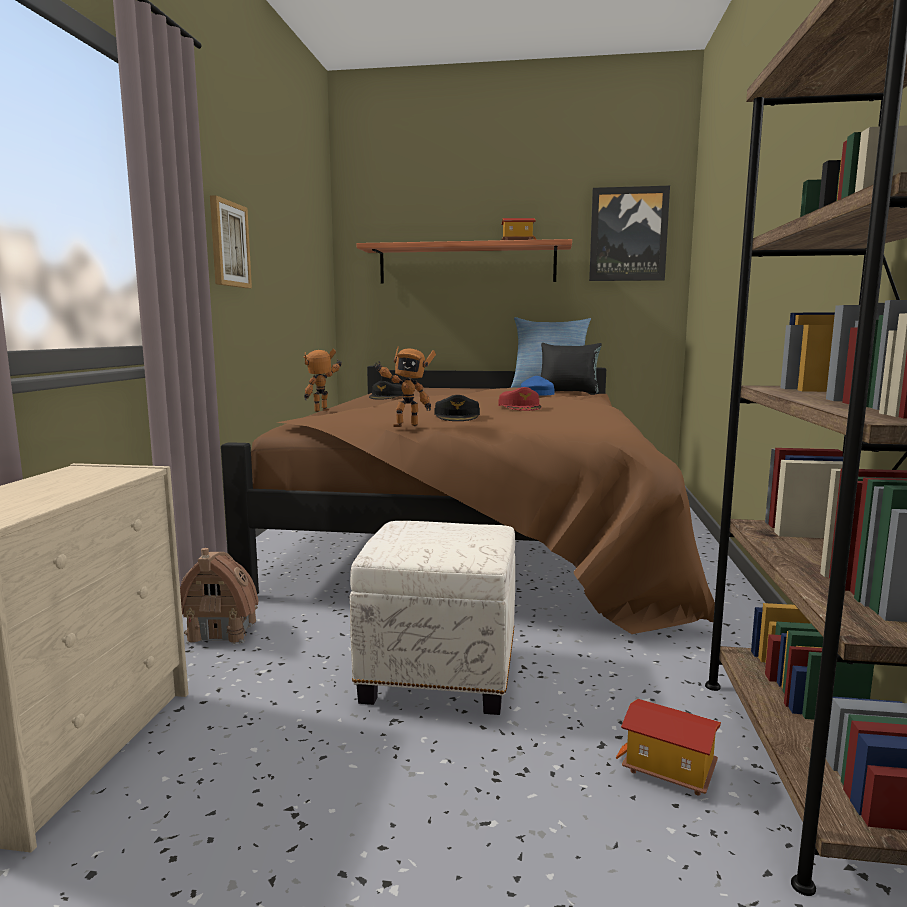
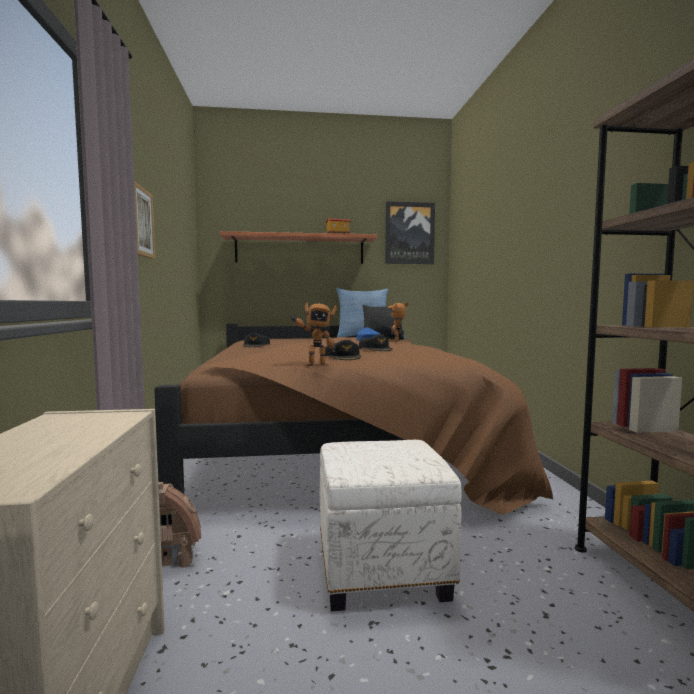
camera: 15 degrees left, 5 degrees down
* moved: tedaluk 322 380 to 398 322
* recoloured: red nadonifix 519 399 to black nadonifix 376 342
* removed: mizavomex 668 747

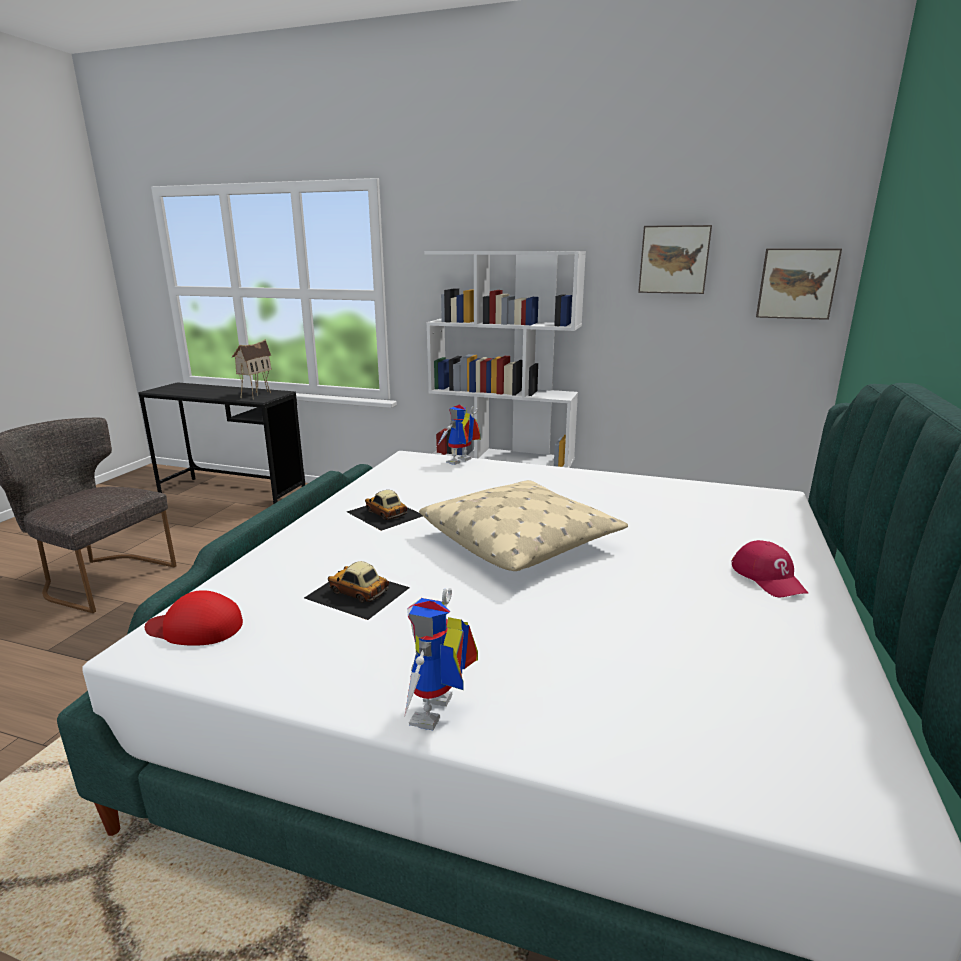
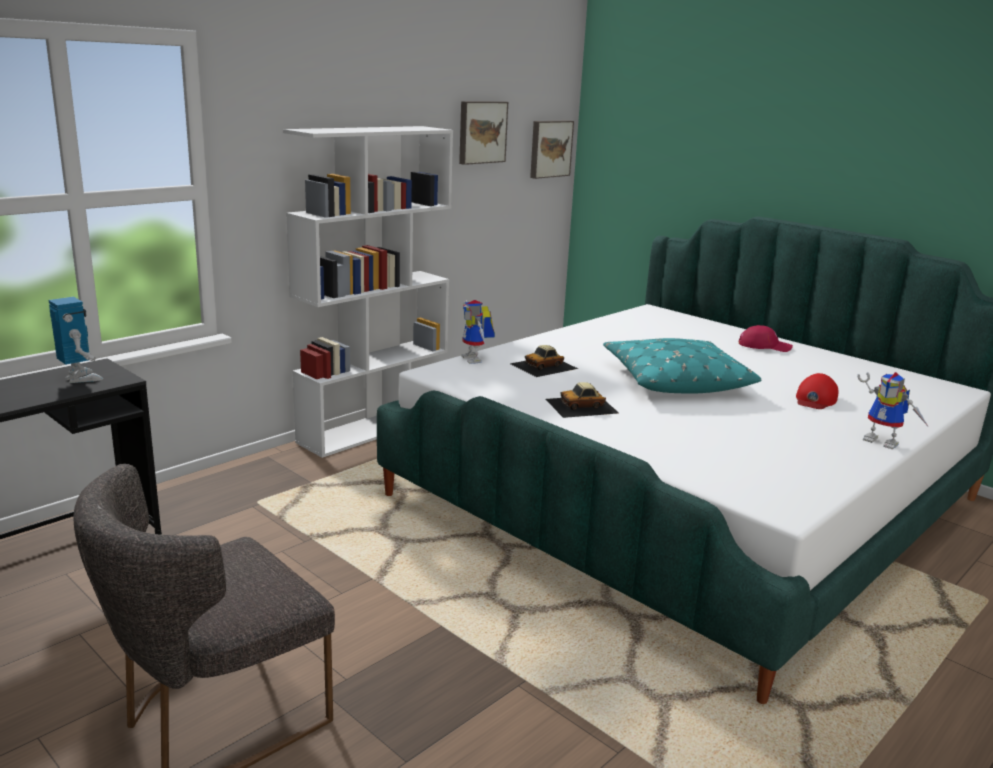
camera: 65 degrees left, 0 degrees up
* moved: red nadonifix 194 618 to 817 391
* replaced: mizavomex 252 368 to tedaluk 75 340
* moved: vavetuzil 357 590 to 544 361
* recoloured: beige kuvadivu 523 525 to turquoise kuvadivu 682 366

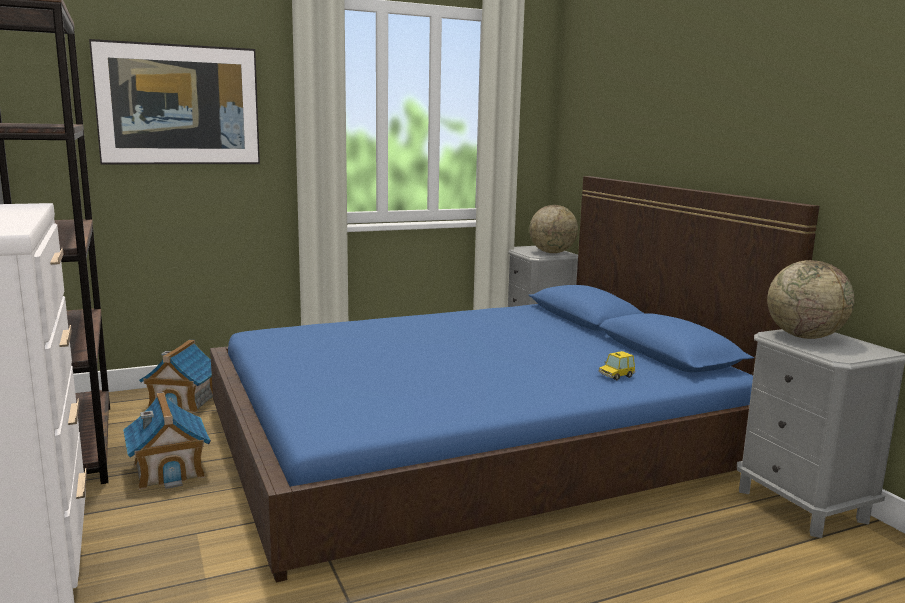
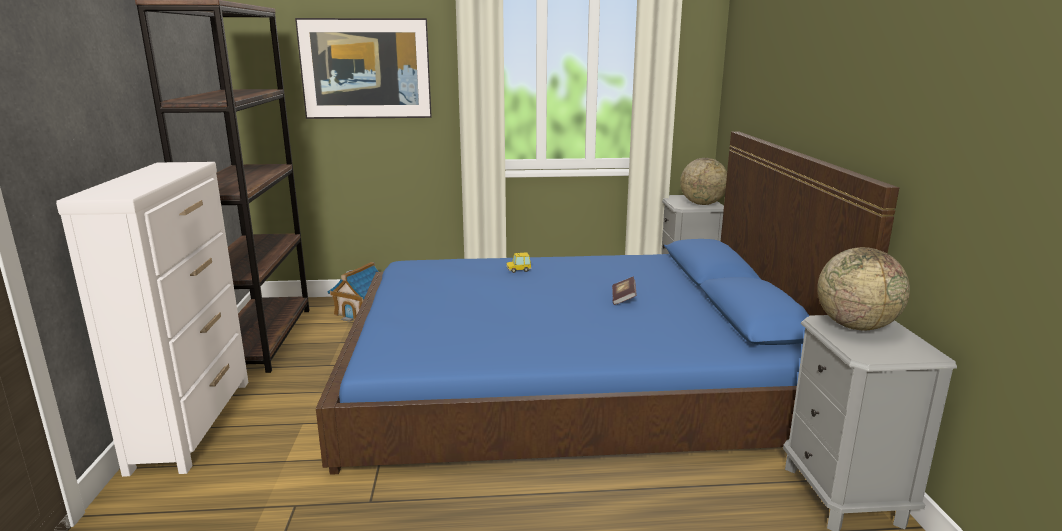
camera: 20 degrees right, 5 degrees up
* removed: mizavomex 167 441
* moved: vavetuzil 616 365 to 519 262
* added: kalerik 624 290

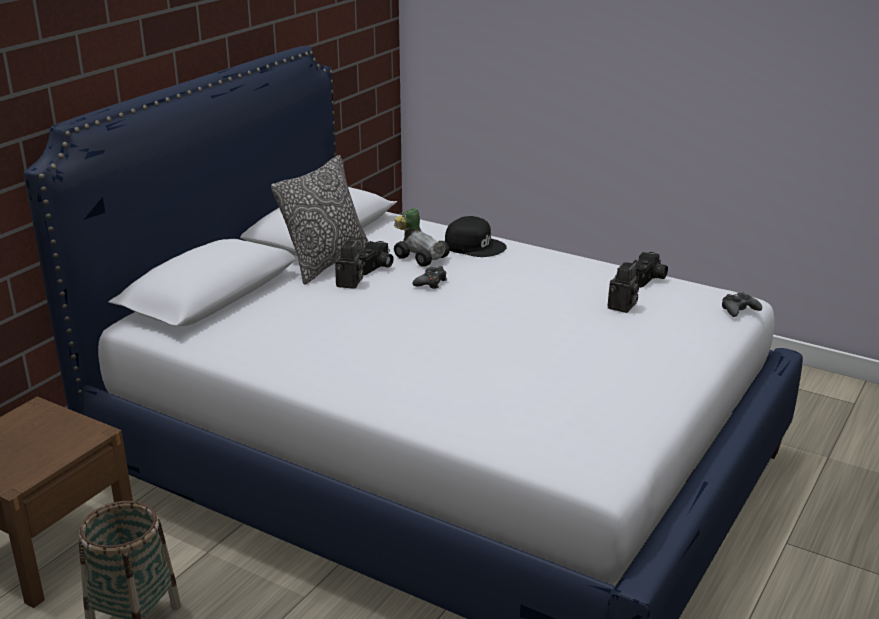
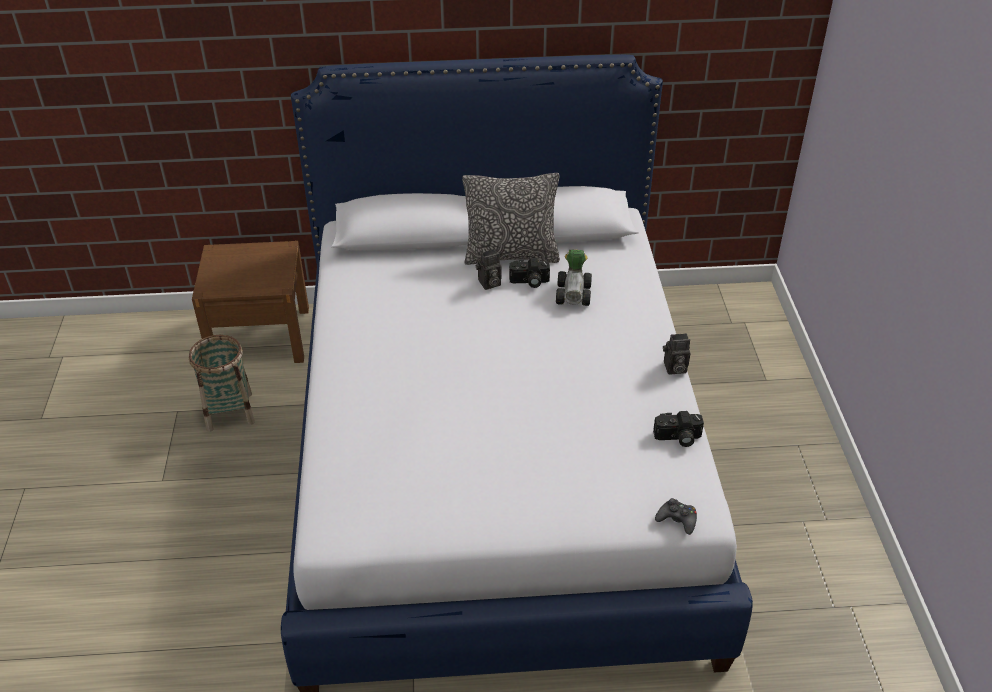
camera: 55 degrees right, 15 degrees up
* removed: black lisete 430 277
* removed: black nadonifix 476 236
* moved: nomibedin 623 287 to 676 354

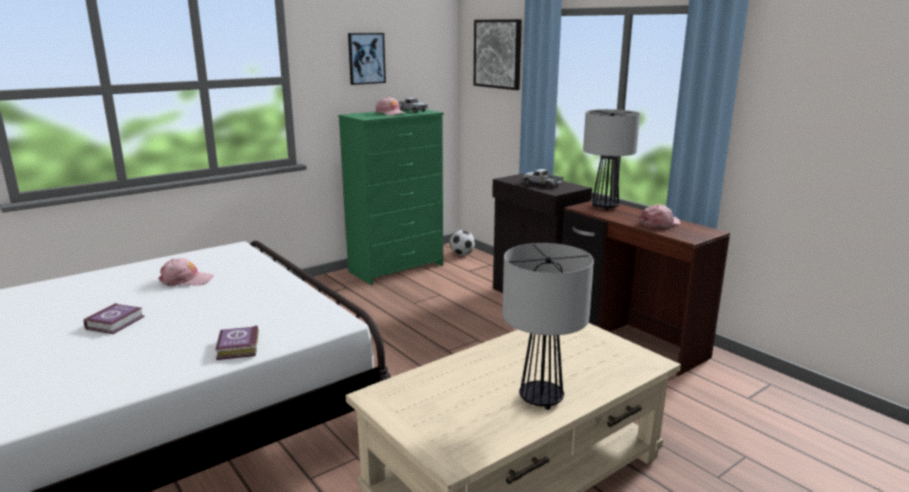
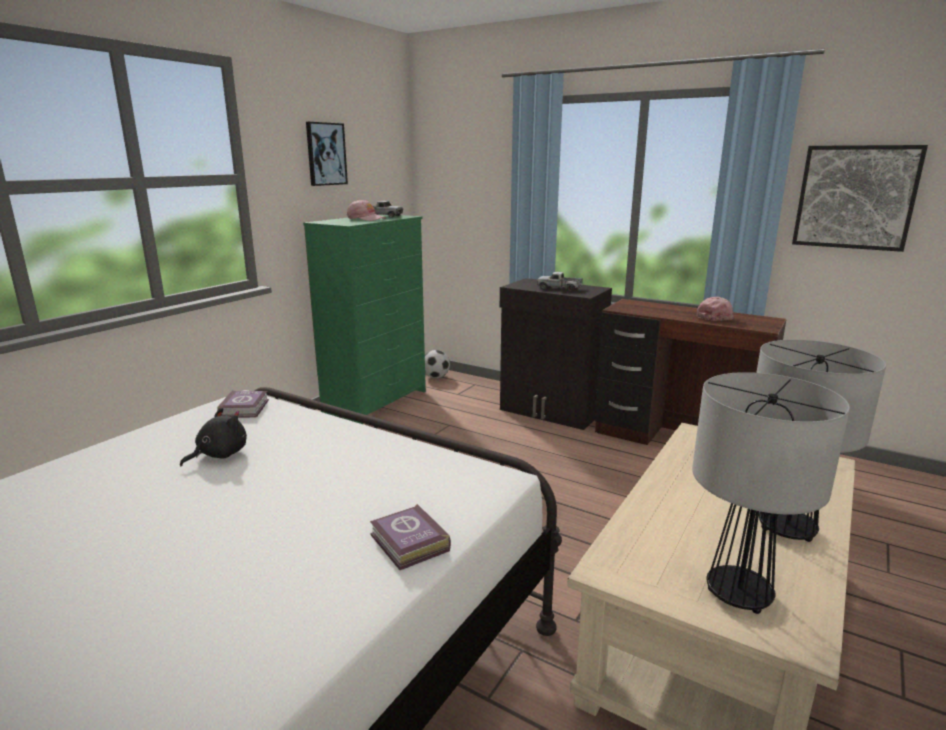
camera: 20 degrees left, 0 degrees up
* moved: kalerik 114 318 to 243 404
* replaced: pink nadonifix 186 272 to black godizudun 213 437
* moved: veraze 498 54 to 860 198
* moved: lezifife 611 160 to 771 493

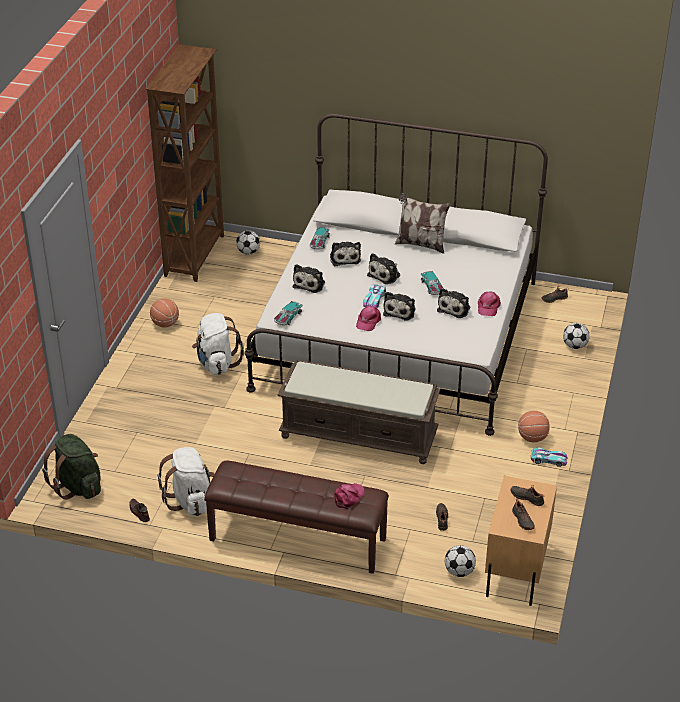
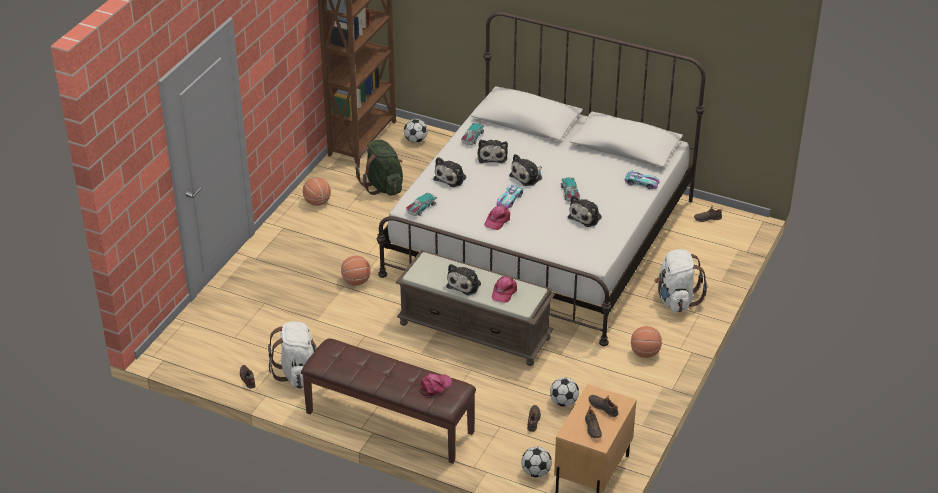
camera: 10 degrees right, 0 degrees up
* moved: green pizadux 71 467 to 379 168
* moved: white pizadux 218 344 to 681 280
* moved: godizudun 399 306 to 463 279
* removed: kuvadivu 422 223
* moved: pink nadonifix 489 303 to 504 289
* moved: vavetuzil 549 457 to 642 179
* moved: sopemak 576 336 to 564 392
* added: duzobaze 356 271

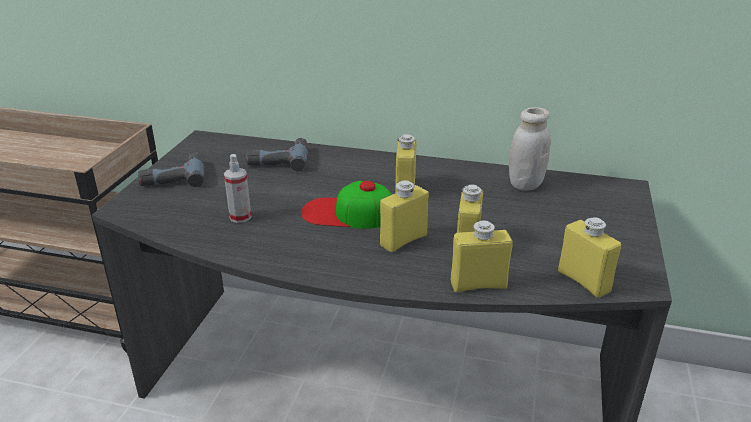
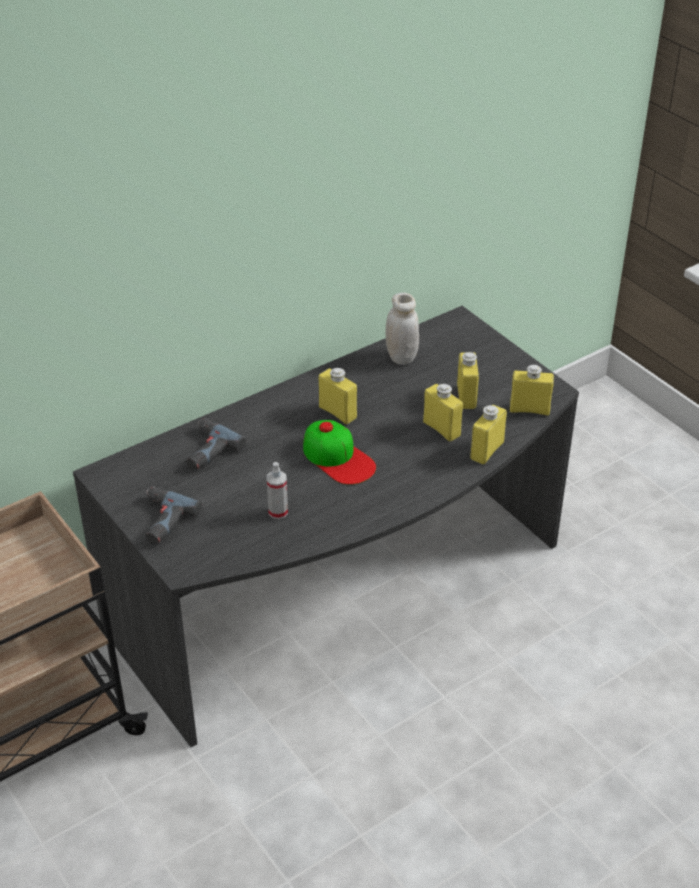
camera: 50 degrees left, 10 degrees up
* turned: nadonifix 346 205 = 339 452 90 degrees counterclockwise
* moved: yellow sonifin 404 216 to 468 380

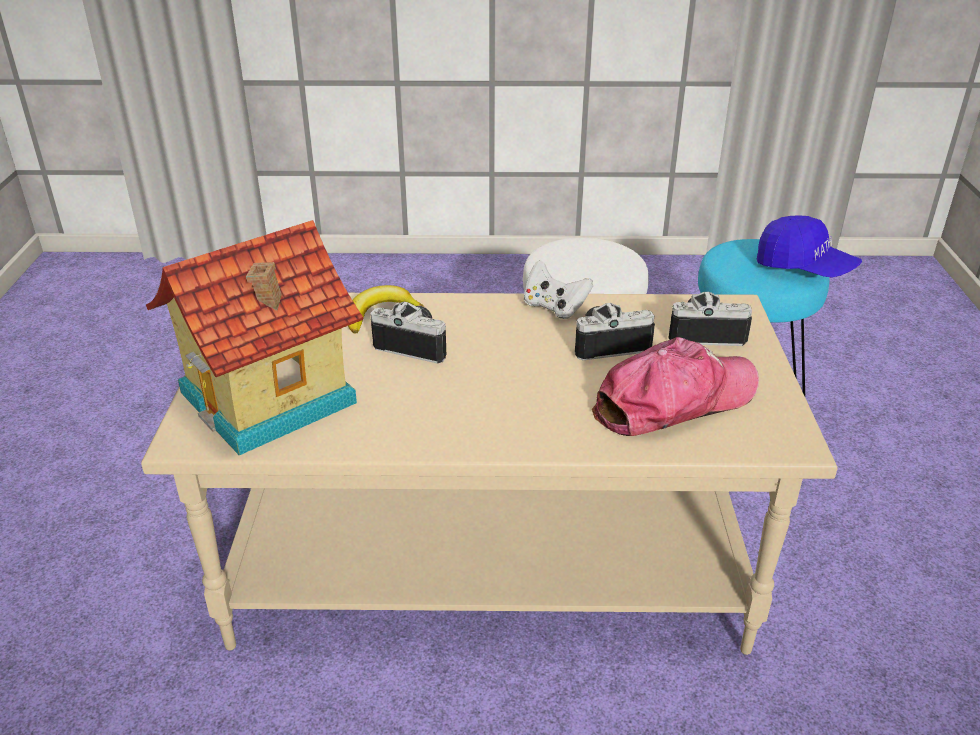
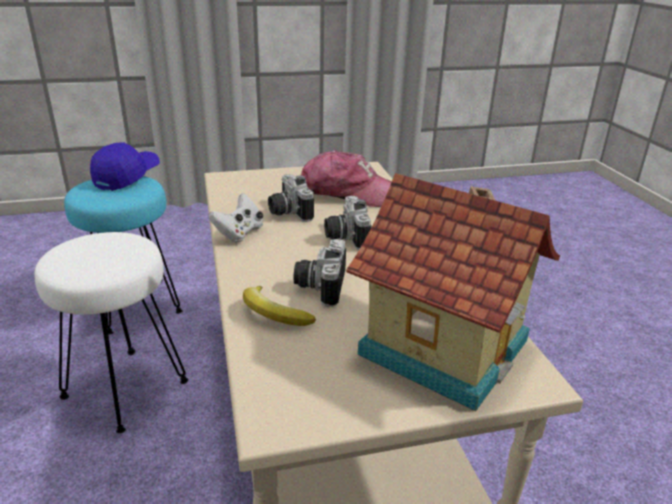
camera: 105 degrees left, 5 degrees down
* turned: nadonifix 675 386 = 346 179 150 degrees clockwise
* moved: nomibedin 710 319 to 347 223

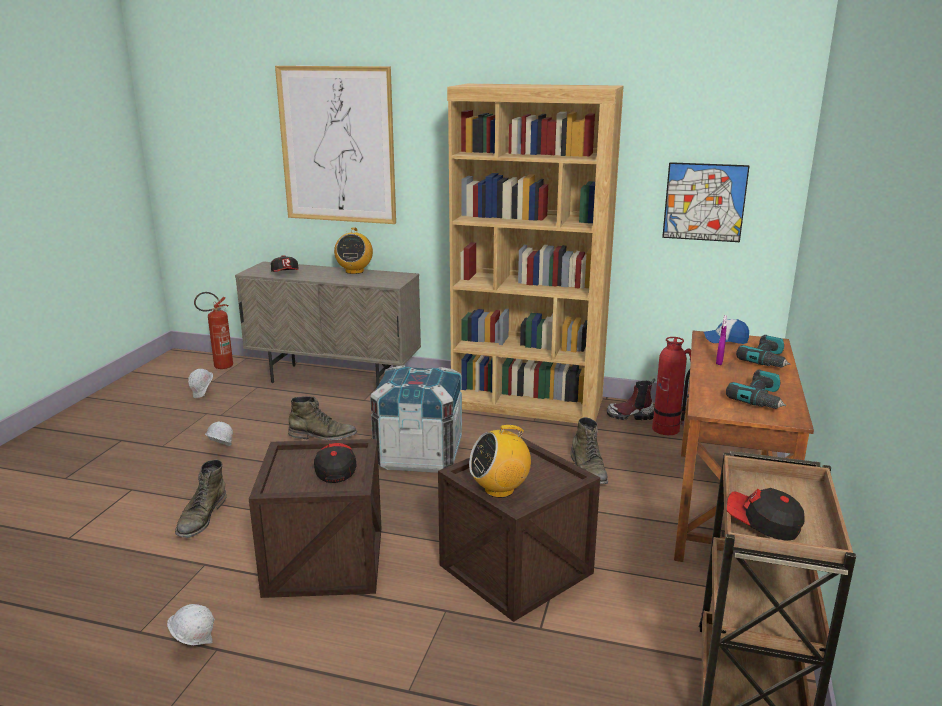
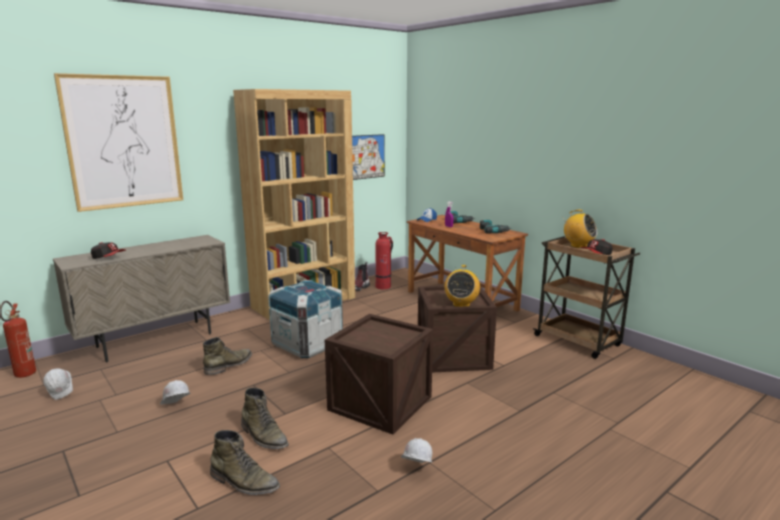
camera: 55 degrees left, 5 degrees down
* removed: nadonifix 335 463
* moved: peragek 353 250 to 579 229
* moved: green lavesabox 589 450 to 245 462

